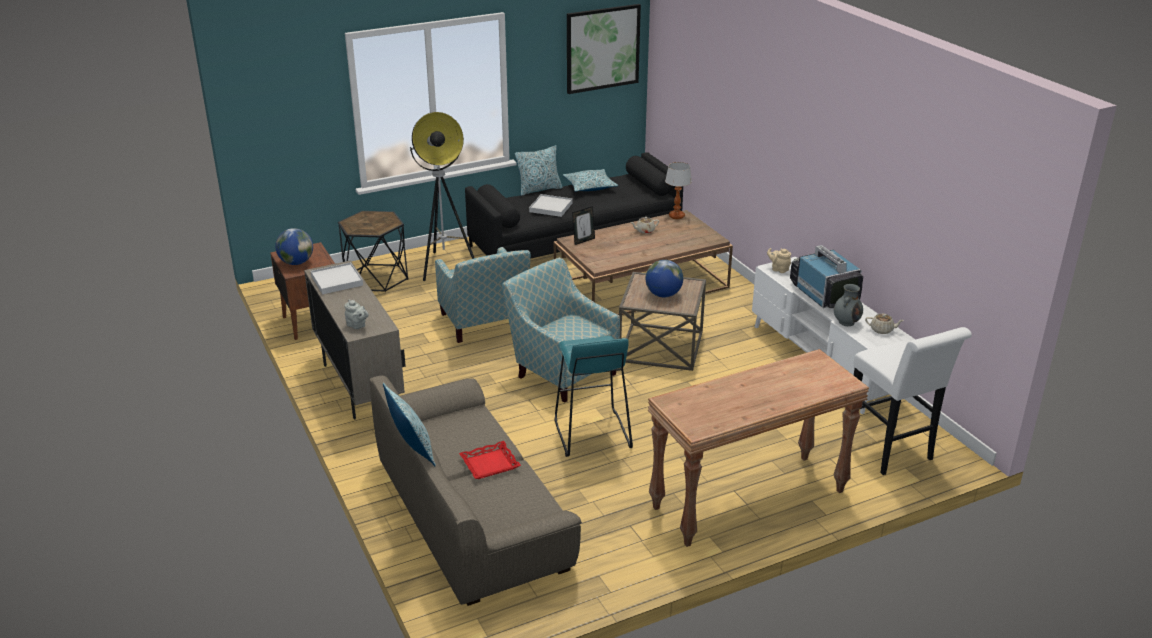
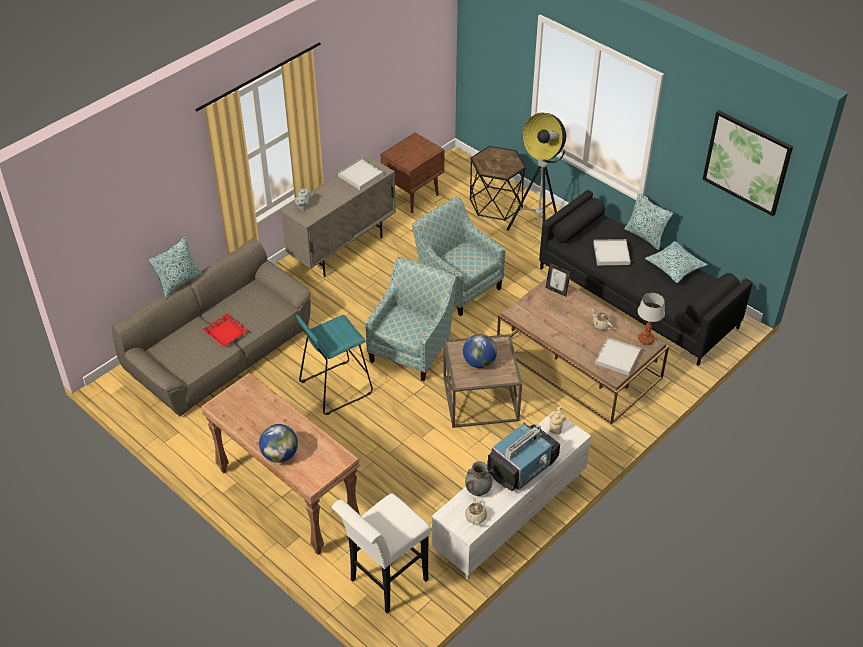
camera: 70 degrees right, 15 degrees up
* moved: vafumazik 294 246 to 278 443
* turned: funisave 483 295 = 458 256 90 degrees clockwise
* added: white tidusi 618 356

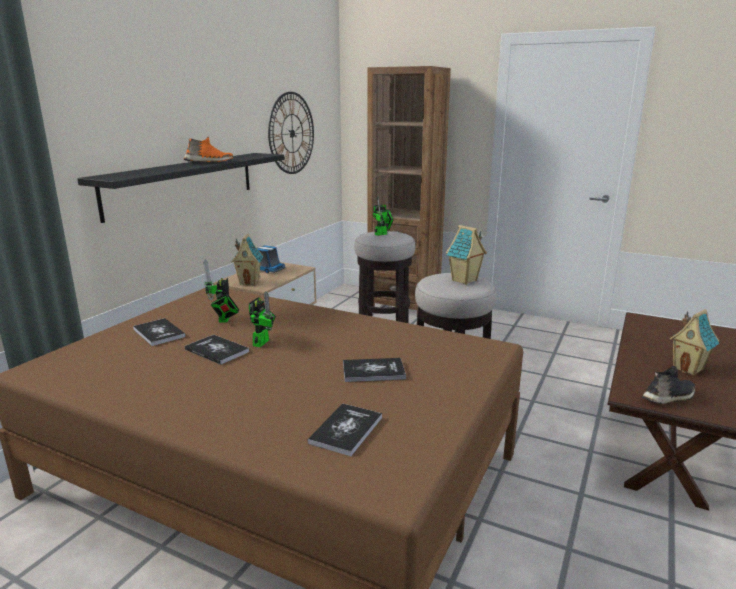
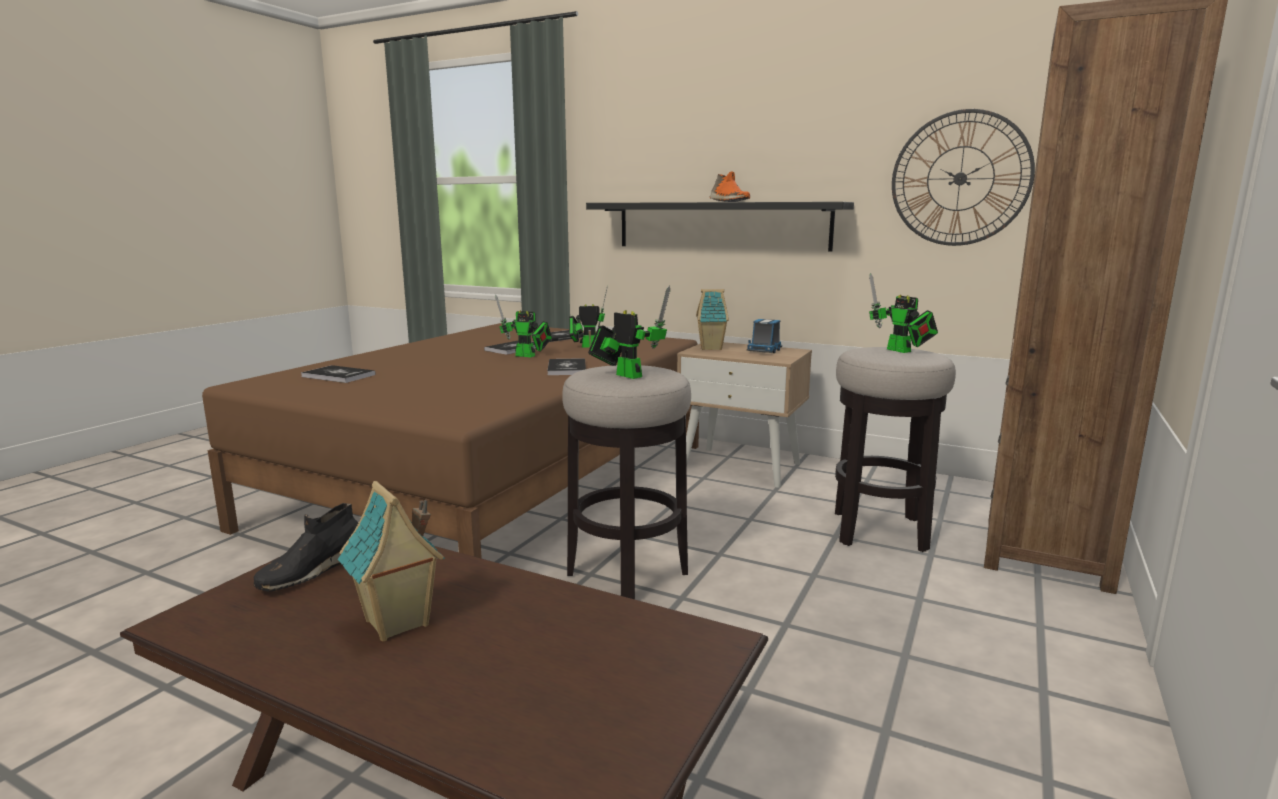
camera: 90 degrees right, 5 degrees down
* moved: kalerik 374 370 to 566 366
* replaced: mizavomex 466 255 to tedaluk 629 332
* turned: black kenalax 668 385 = 306 547 60 degrees clockwise

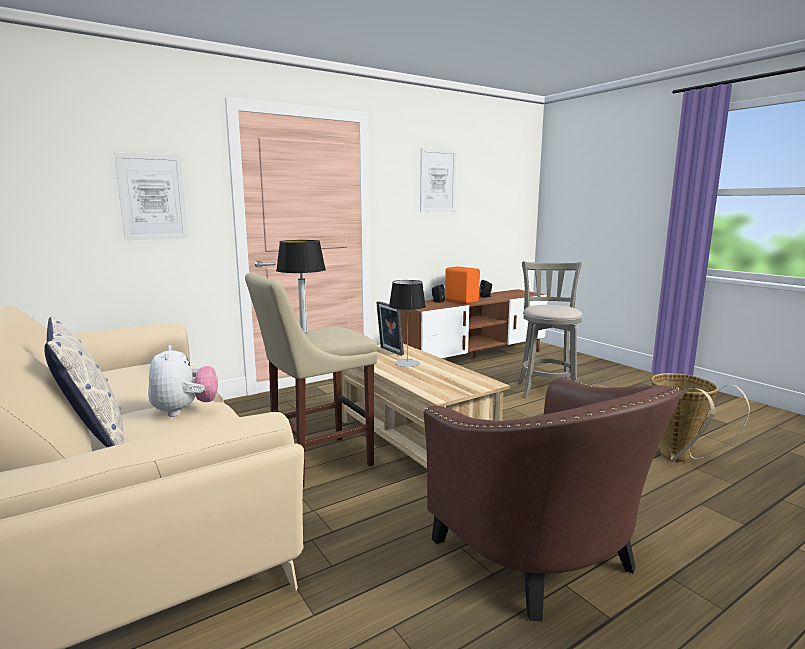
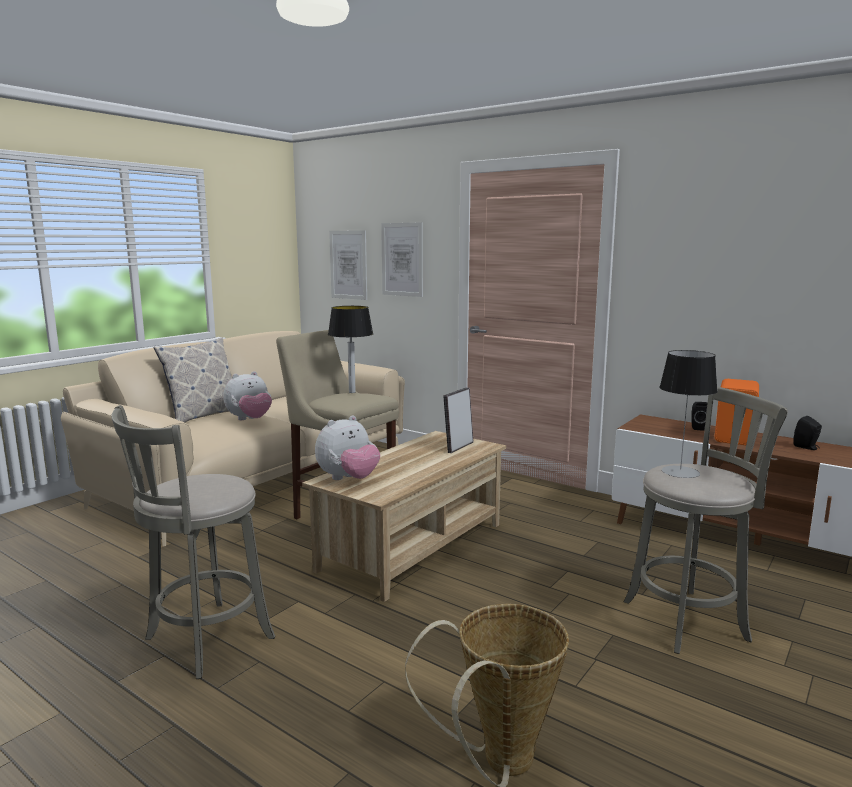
camera: 70 degrees right, 0 degrees up
* moved: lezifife 407 323 to 688 414
* moved: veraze 438 180 to 348 265
* replaced: brown funisave 553 499 to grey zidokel 193 542
* added: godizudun 347 447

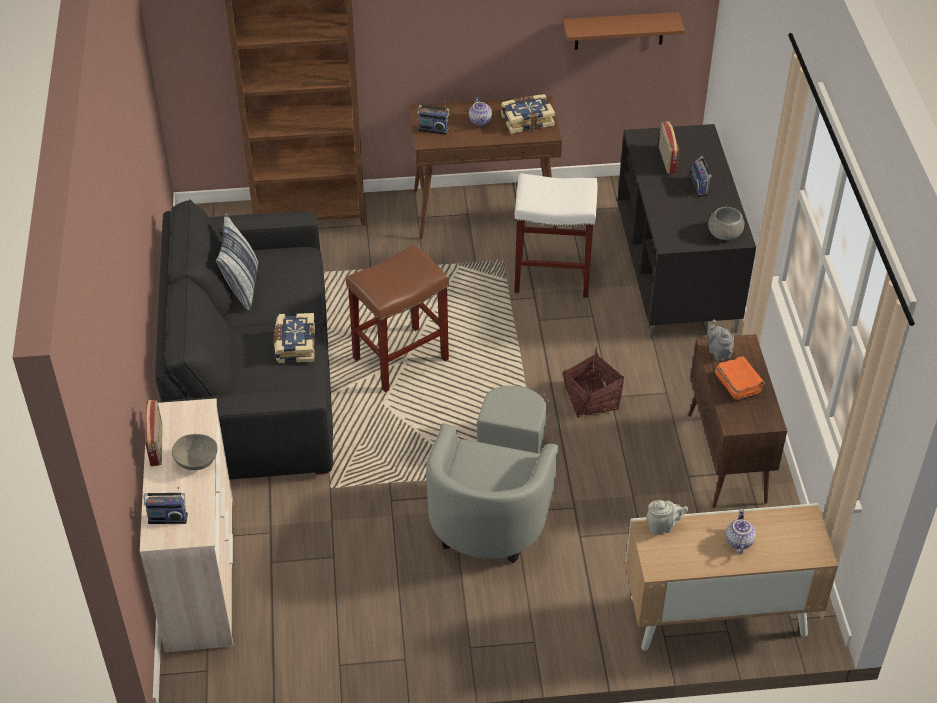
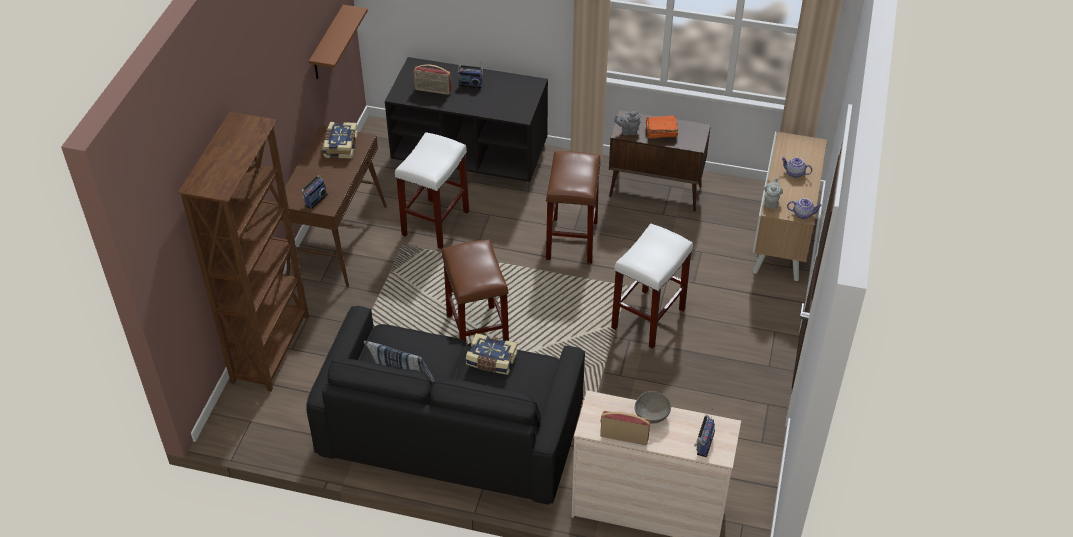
camera: 70 degrees left, 0 degrees up
* replaced: grey funisave 492 474 to white zidokel 652 286
* moved: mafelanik 480 111 to 805 208
* replaced: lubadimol 593 383 to brown zidokel 573 207
* removed: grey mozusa 726 223

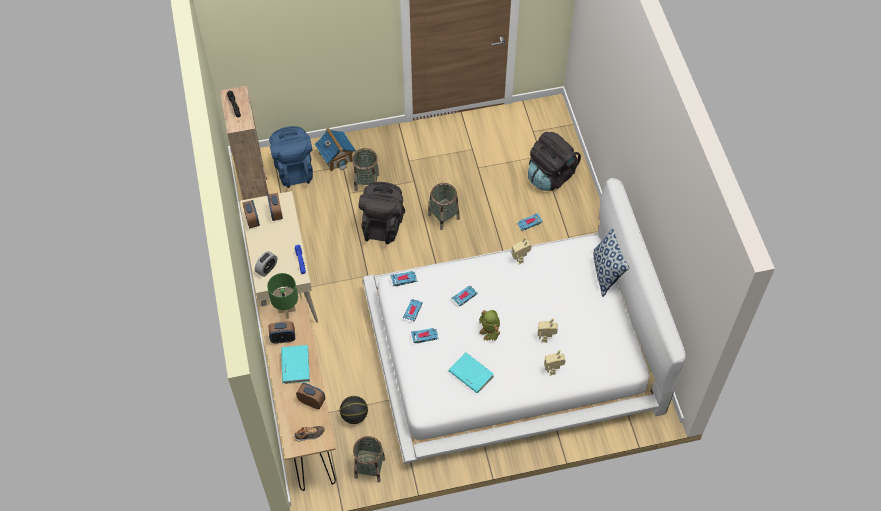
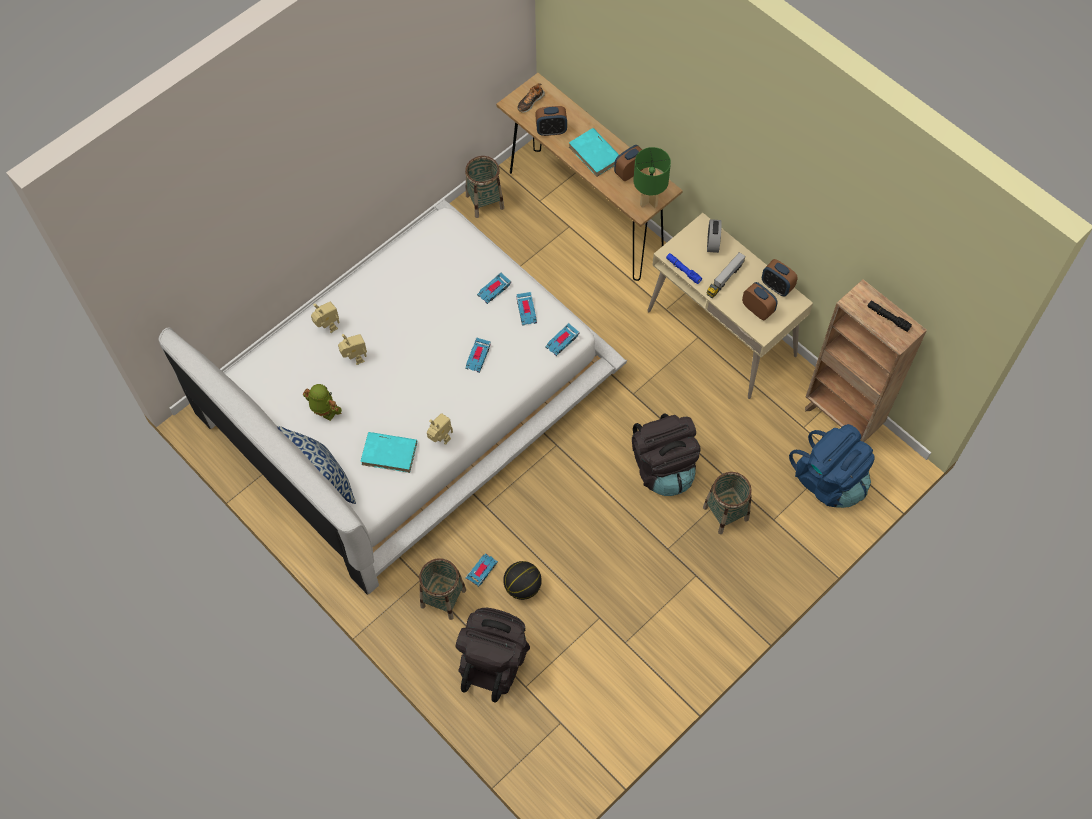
camera: 150 degrees right, 5 degrees up
* removed: mizavomex 335 149
* moved: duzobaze 354 410 to 522 580
* moved: lubadimol 444 206 to 442 589
* moved: turquoise kalerik 471 373 to 388 452
* moved: tedaluk 489 325 to 322 402
* added: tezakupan 726 275

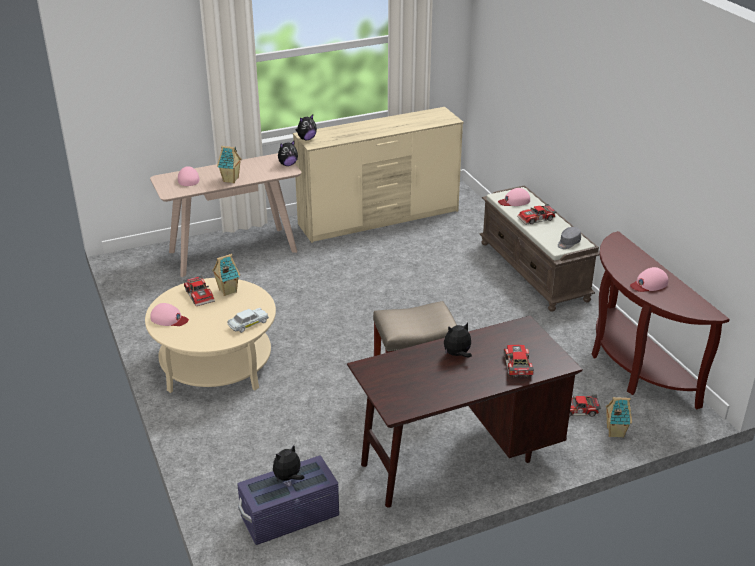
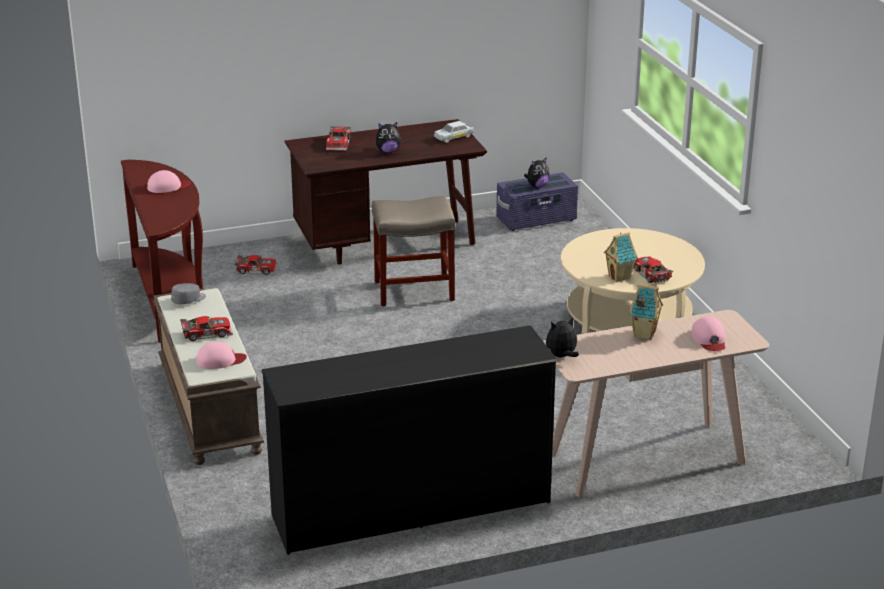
camera: 175 degrees left, 5 degrees down
* removed: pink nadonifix 169 314
* moved: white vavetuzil 248 320 to 454 132
* recoloured: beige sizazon 378 175 to black sizazon 409 440
* removed: godizudun 306 127
* removed: mizavomex 618 417

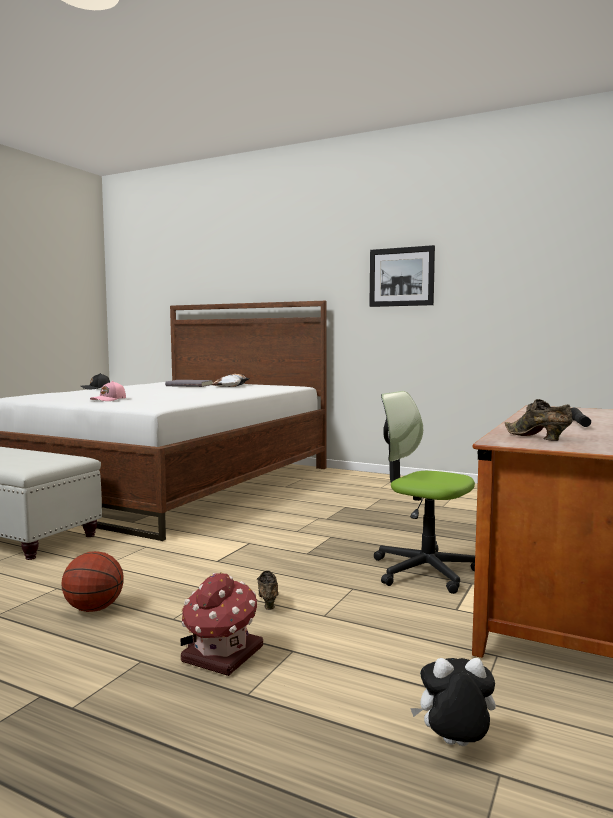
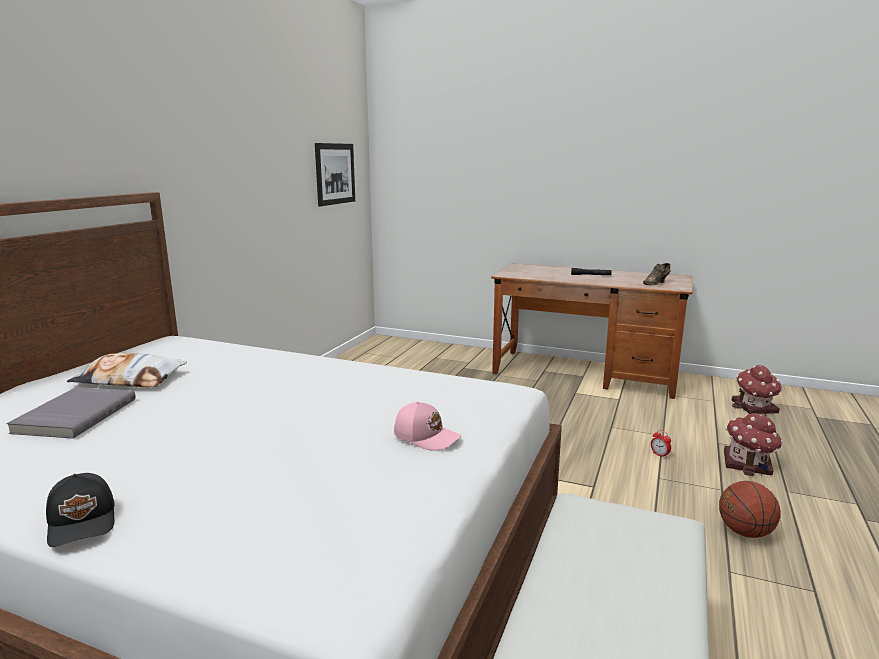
camera: 95 degrees left, 10 degrees up
* replaced: brown kenalax 267 590 to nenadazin 661 444
* moved: veraze 402 276 to 335 174
* removed: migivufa 424 492
* replaced: godizudun 453 702 to mizavomex 757 389

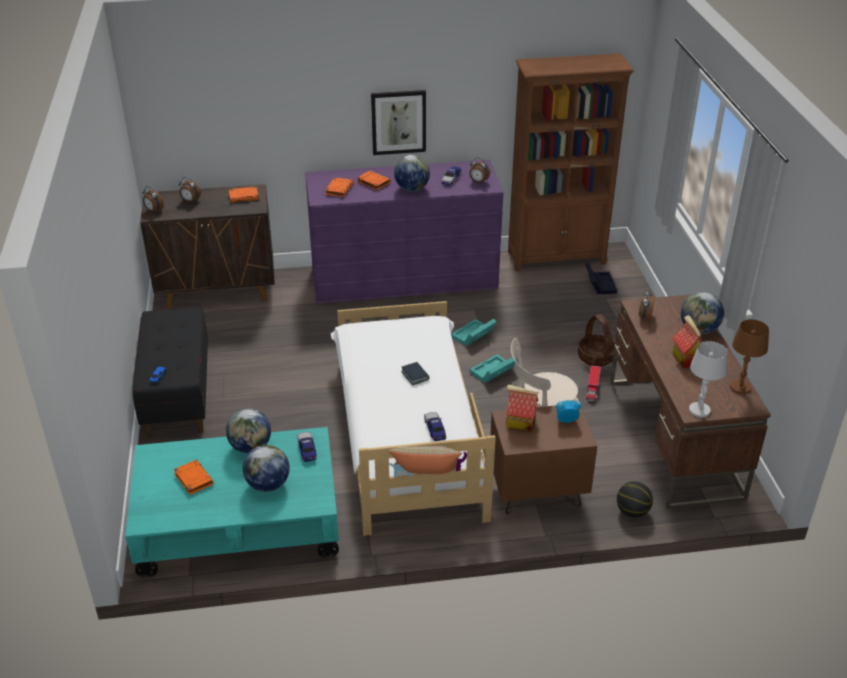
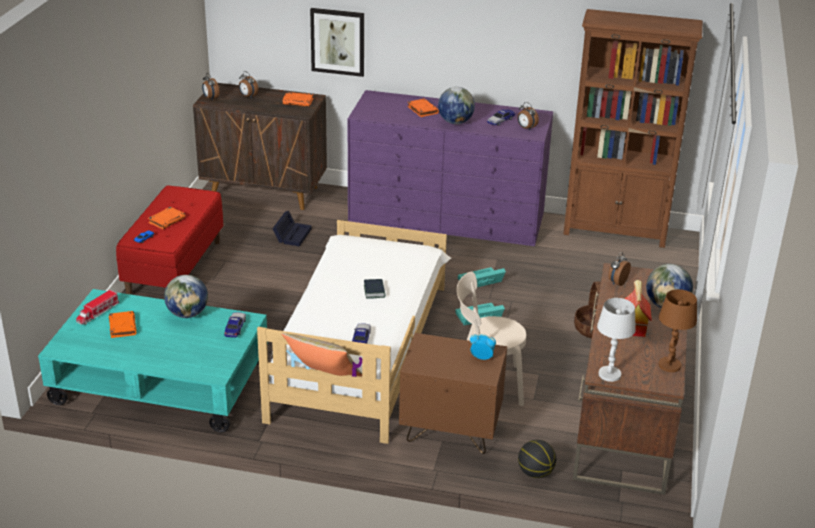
camera: 20 degrees right, 5 degrees down
* recoloured: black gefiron 170 372 to red gefiron 169 240
* removed: vafumazik 266 468
* moved: orange kalerik 339 187 to 167 218
* moved: veraze 398 122 to 337 42
* removed: mizavomex 522 408
* moved: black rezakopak 601 278 to 292 229
* moved: tezakupan 593 383 to 97 307

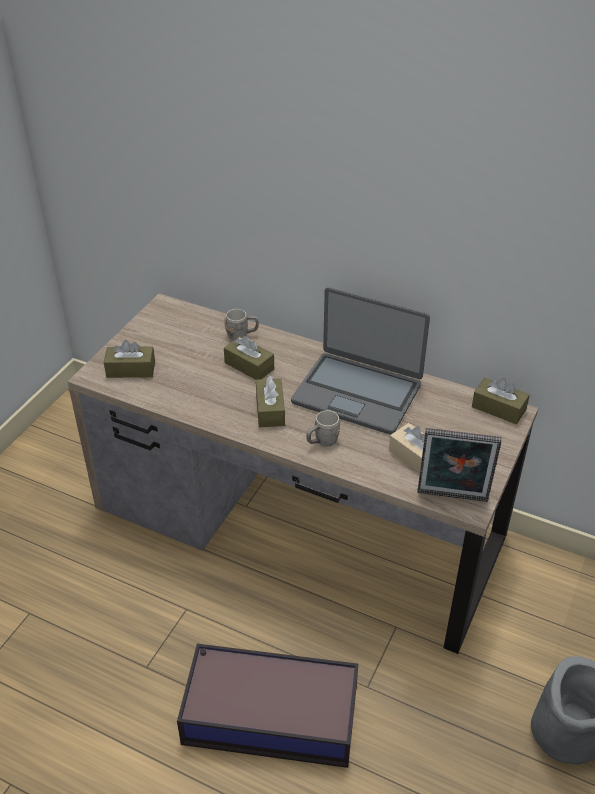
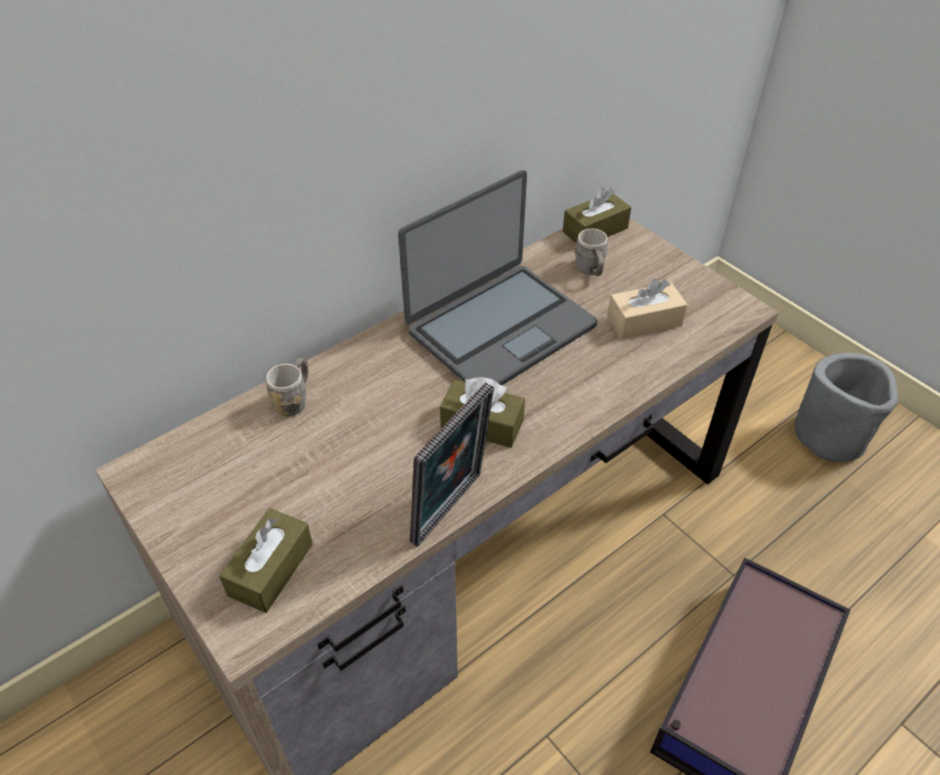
camera: 65 degrees left, 5 degrees up
* removed: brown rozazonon 249 358
* moved: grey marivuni 323 428 to 591 252
* moved: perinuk 459 465 to 452 464

